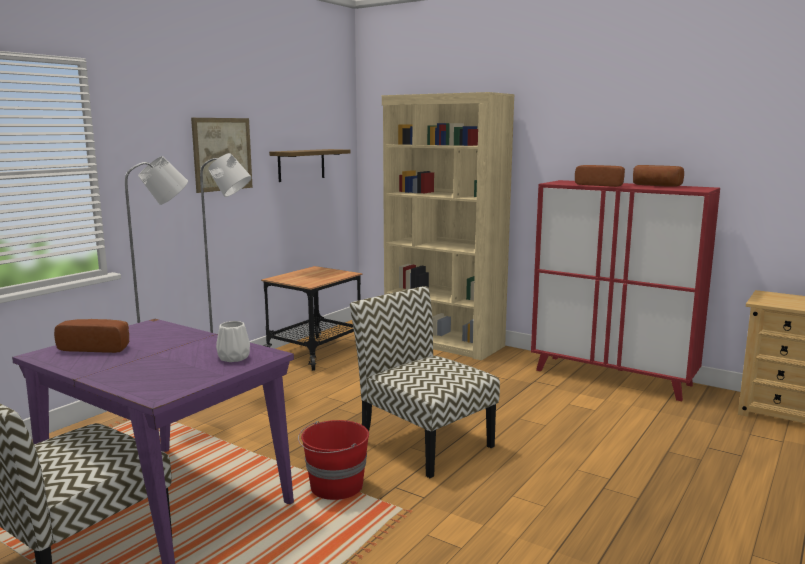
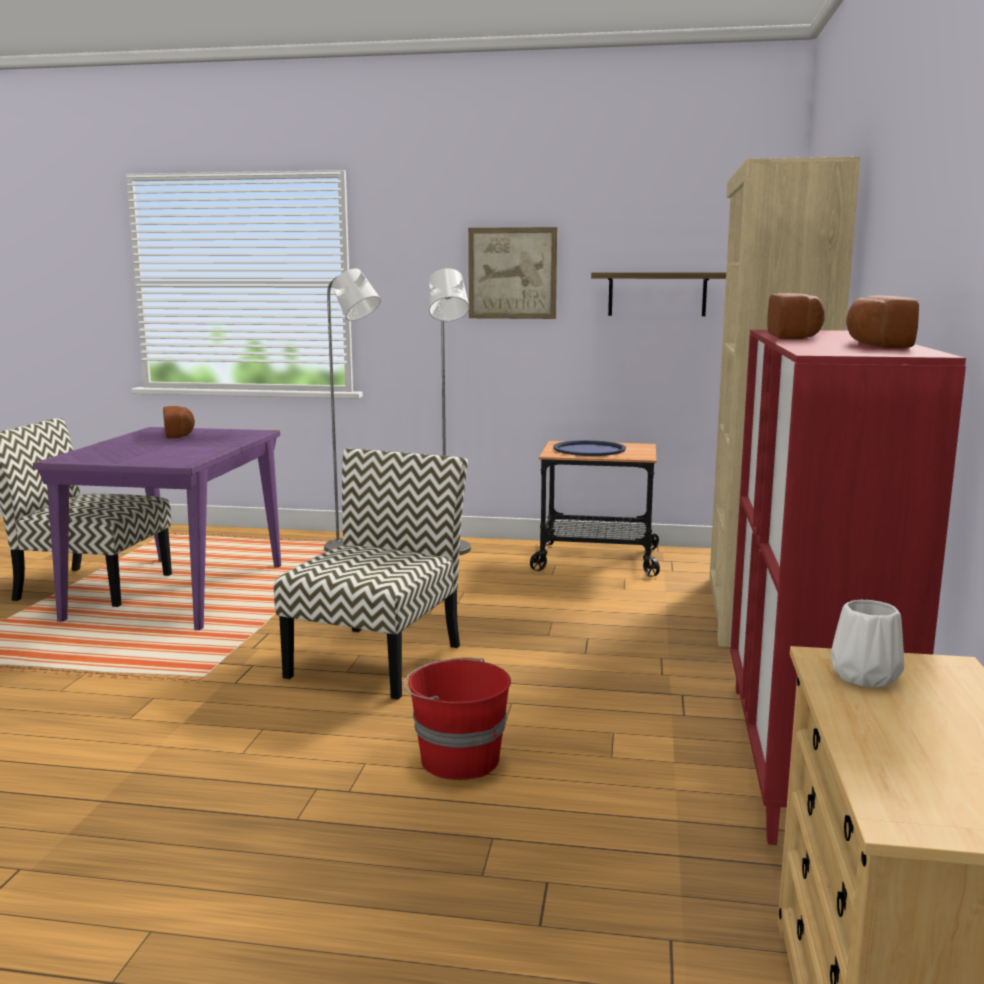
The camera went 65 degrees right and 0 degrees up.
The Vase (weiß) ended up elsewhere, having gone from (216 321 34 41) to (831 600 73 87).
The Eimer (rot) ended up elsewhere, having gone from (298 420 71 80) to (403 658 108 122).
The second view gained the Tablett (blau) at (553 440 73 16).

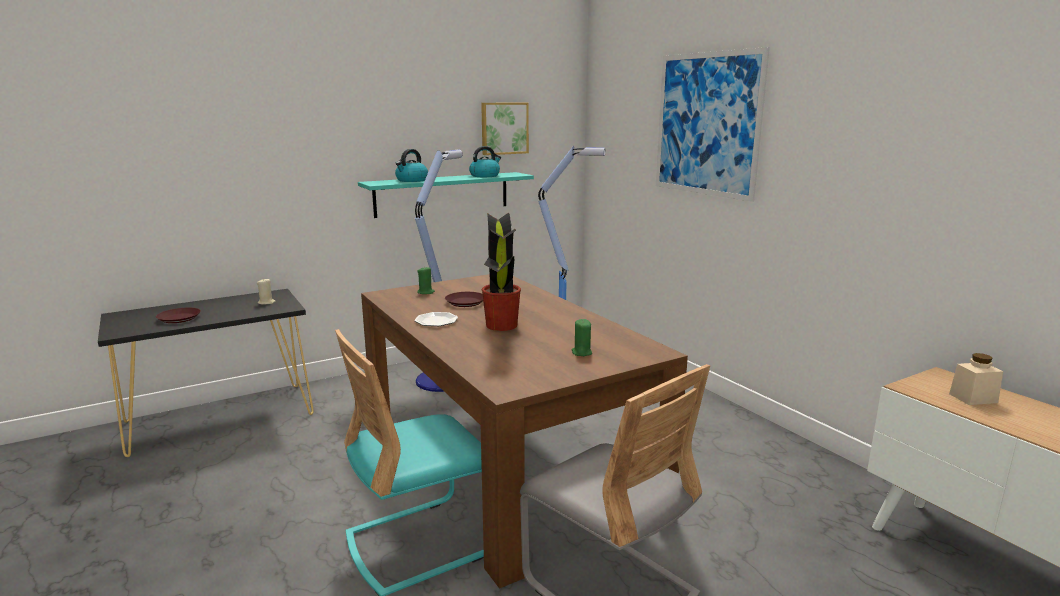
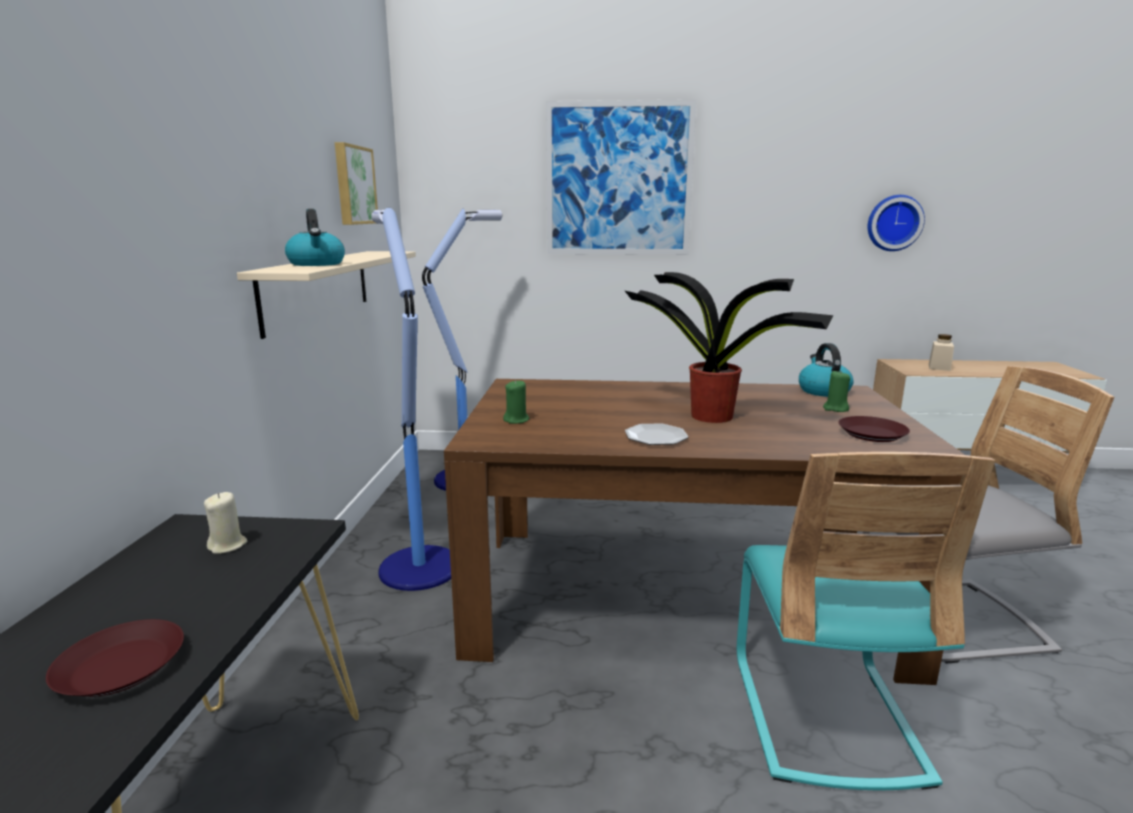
The camera went 55 degrees left and 0 degrees up.
The Wasserkessel ended up elsewhere, having gone from (469 146 32 31) to (799 343 55 54).
What was the Wandregal (türkis) at (358 172 176 46) turned into the Wandregal (beige) at (237 251 179 88).
The Teller (braun) ended up elsewhere, having gone from (445 292 38 15) to (838 416 72 26).
The second view gained the Wanduhr at (868 195 57 56).

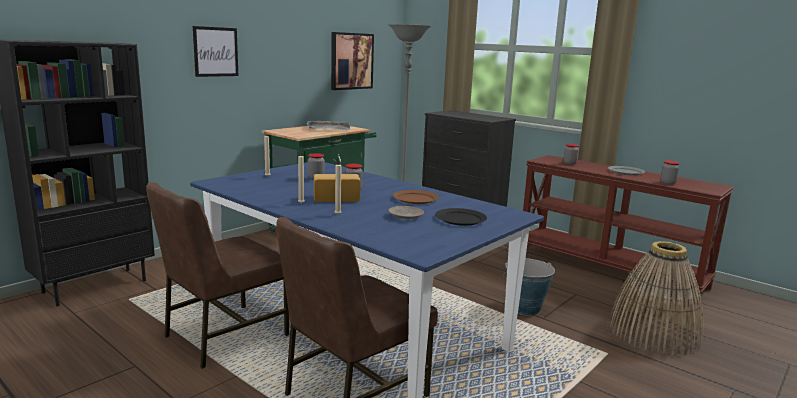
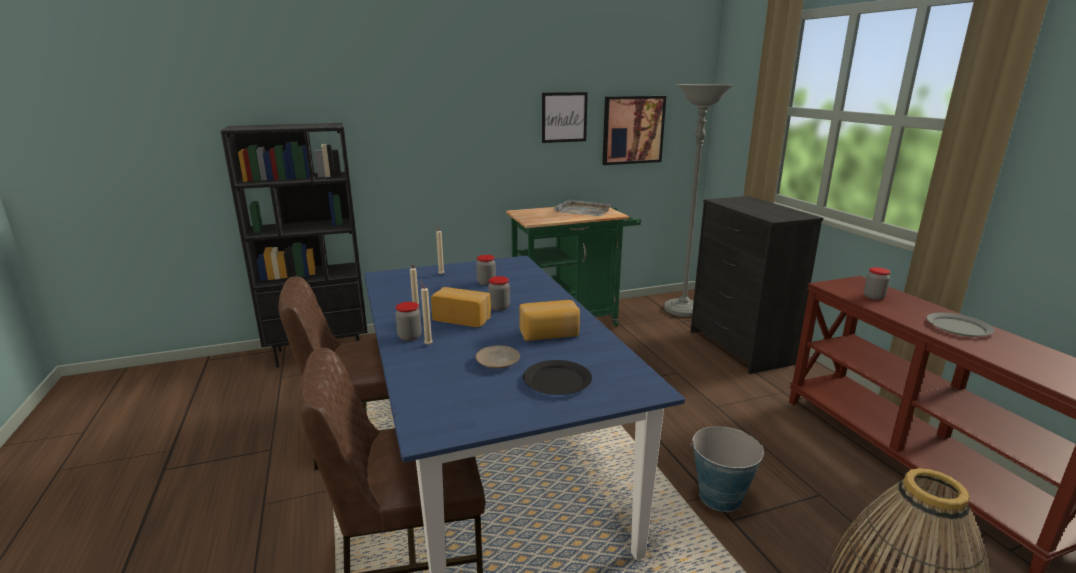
The camera went 30 degrees right and 5 degrees up.
The Bild ended up elsewhere, having gone from (193 26 45 51) to (542 92 46 51).
The Vorratsglas ended up elsewhere, having gone from (660 161 19 24) to (395 302 27 39).
Where the Teller (braun) stood at (393 190 46 14), the Brot came to stand at (519 300 61 41).

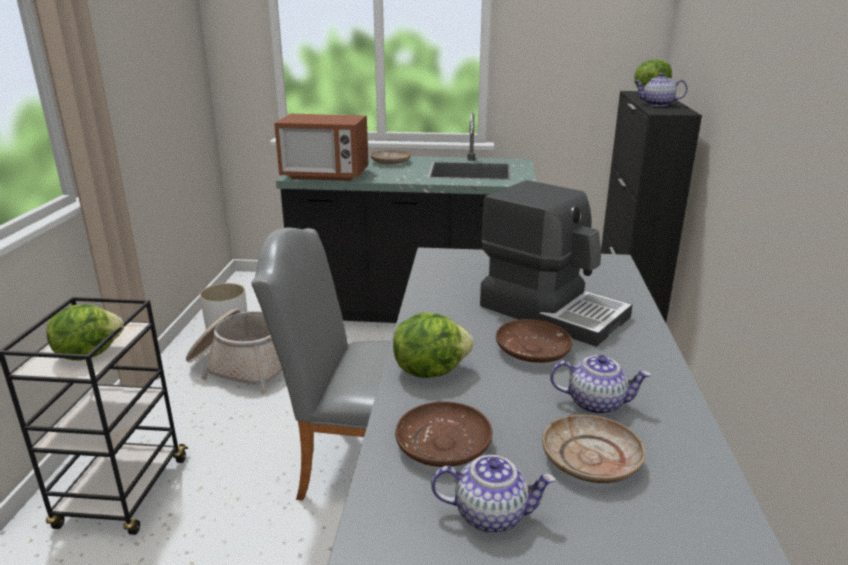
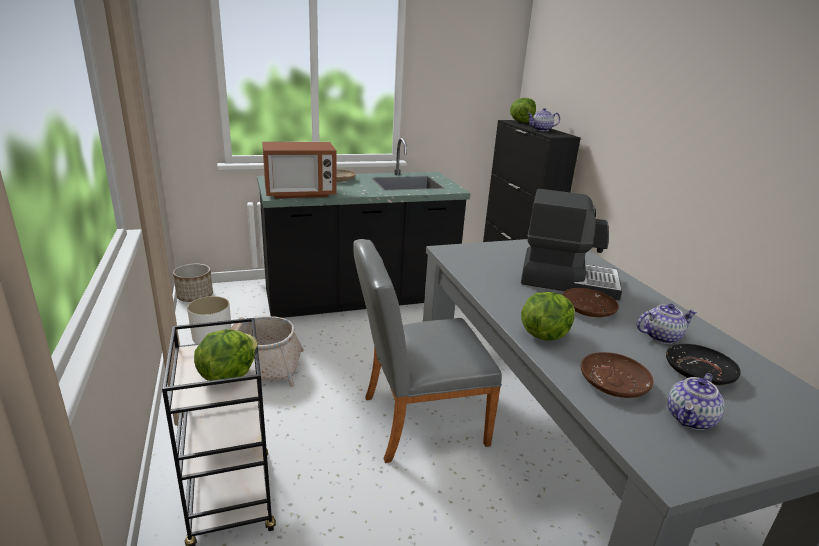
The camera went 25 degrees left and 0 degrees up.
What was the Teller (beige) at (542 415 103 68) turned into the Teller (schwarz) at (666 344 75 41).
The Teekanne at (431 455 125 78) ended up facing another way, 150 degrees clockwise from before.
The second view gained the Pflanzkübel at (173 264 40 38).

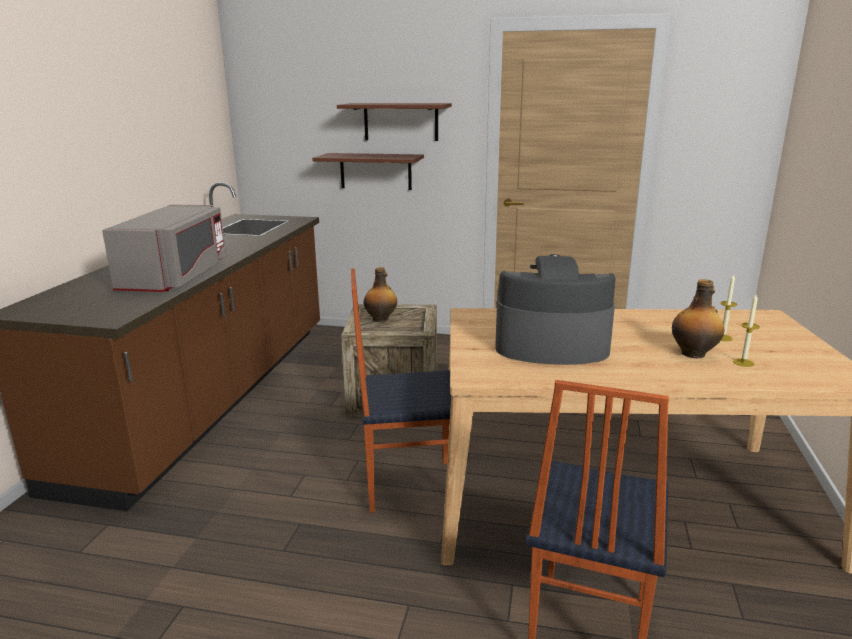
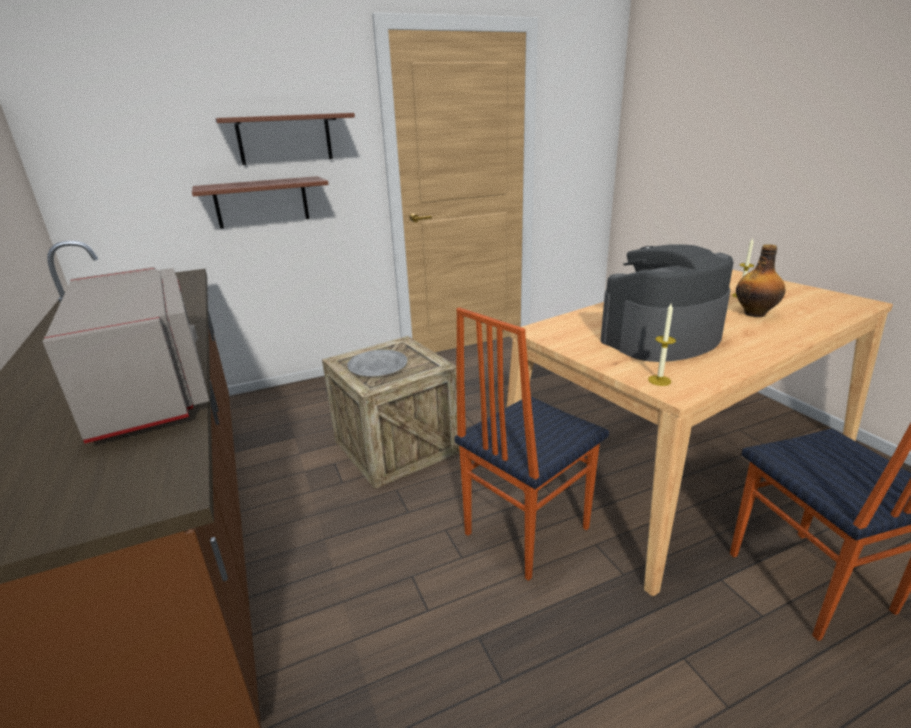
The camera went 35 degrees left and 5 degrees up.
Where the Flasche stood at (364 267 33 55), the Teller (grau) came to stand at (347 350 60 26).
The Kerze ended up elsewhere, having gone from (733 294 27 73) to (648 304 28 82).

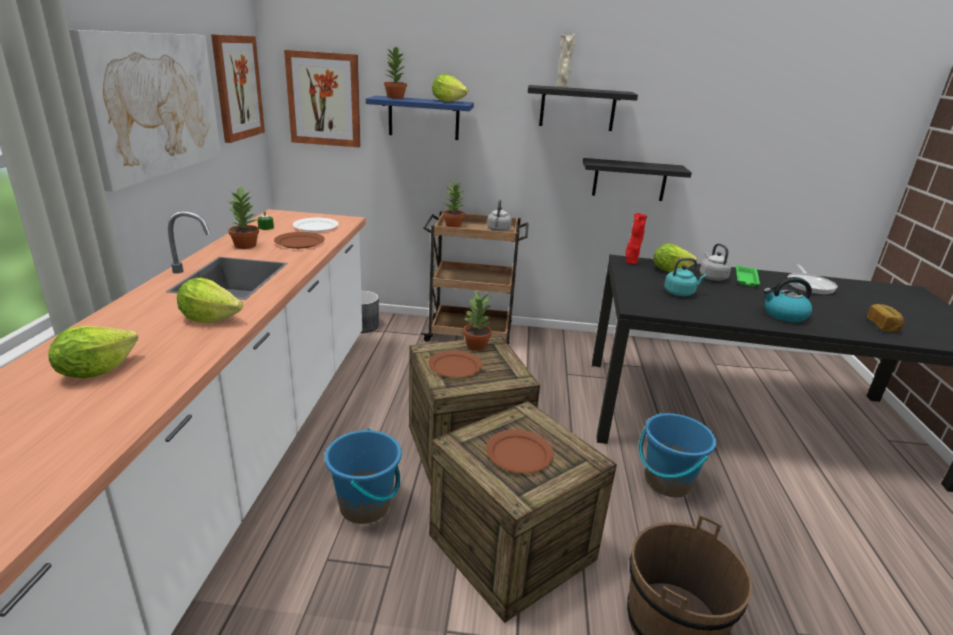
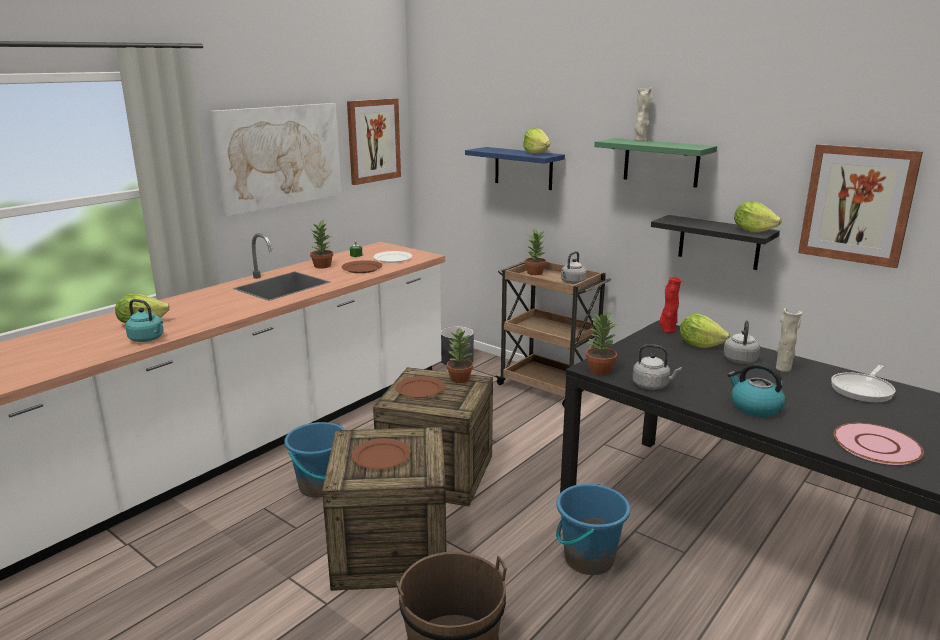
The camera went 35 degrees right and 5 degrees down.
The Topfpflanze ended up elsewhere, having gone from (384 47 23 52) to (586 311 32 64).
The Bild ended up elsewhere, having gone from (284 50 77 97) to (798 144 125 124).
What was the Wandregal (schwarz) at (528 85 110 46) turned into the Wandregal (grün) at (594 138 123 50).
The Wasserkessel (türkis) ended up elsewhere, having gone from (664 258 43 38) to (125 299 39 43).
Where the Tablett (grün) stood at (736 266 24 21), the Vase (beige) came to stand at (776 308 27 64).
The Salatkopf ended up elsewhere, having gone from (177 278 66 45) to (734 201 48 32).
Where the Brot stood at (867 304 37 28), the Teller (rosa) came to stand at (834 423 90 42).
The second view gained the Wasserkessel (grau) at (633 344 49 46).

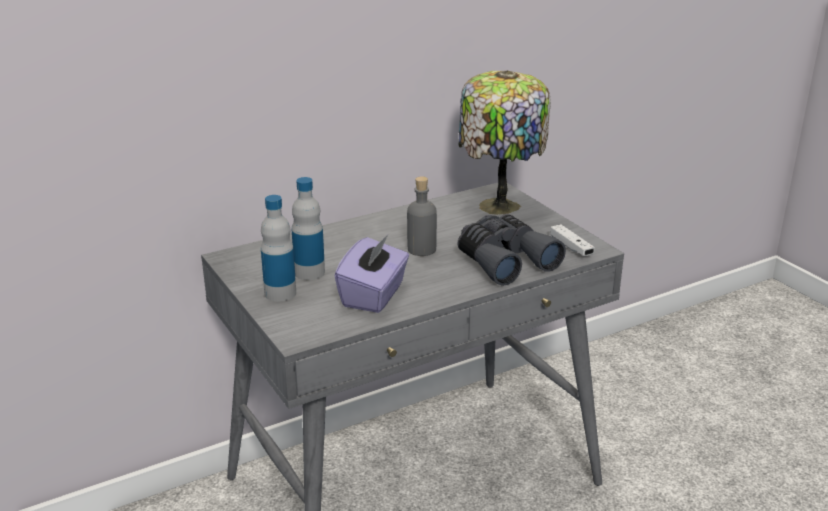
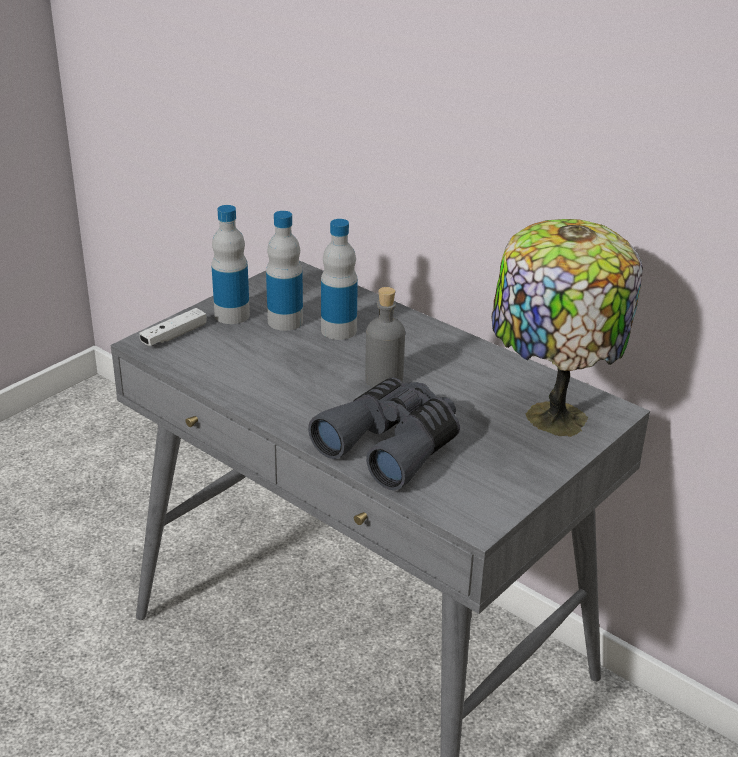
The camera went 70 degrees right and 5 degrees up.
The Gamepad (weiß) ended up elsewhere, having gone from (550 224 45 32) to (140 308 67 38).
The second view lost the Taschentuchbox (lila) at (335 235 74 78).
The second view gained the Flasche at (321 219 37 121).

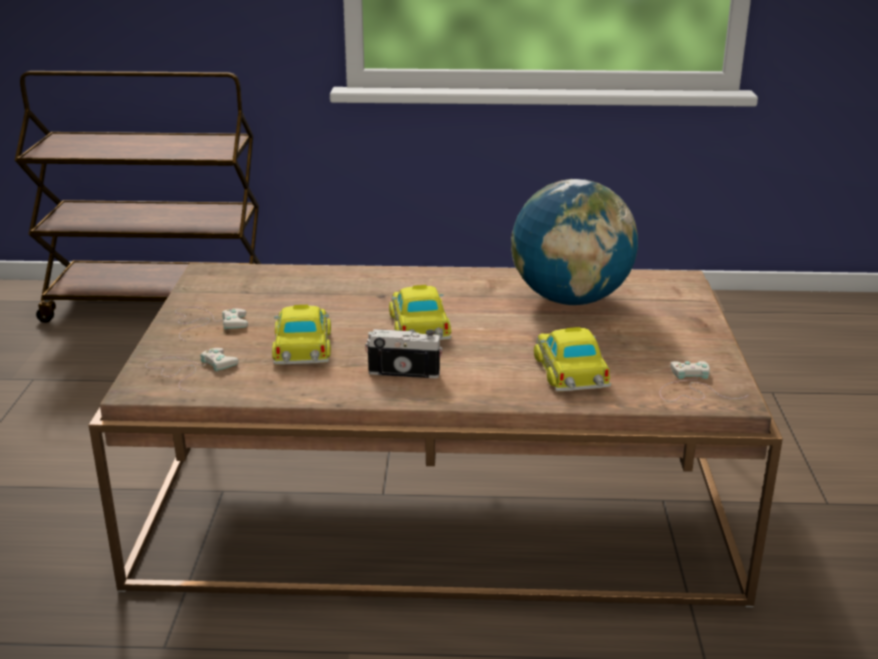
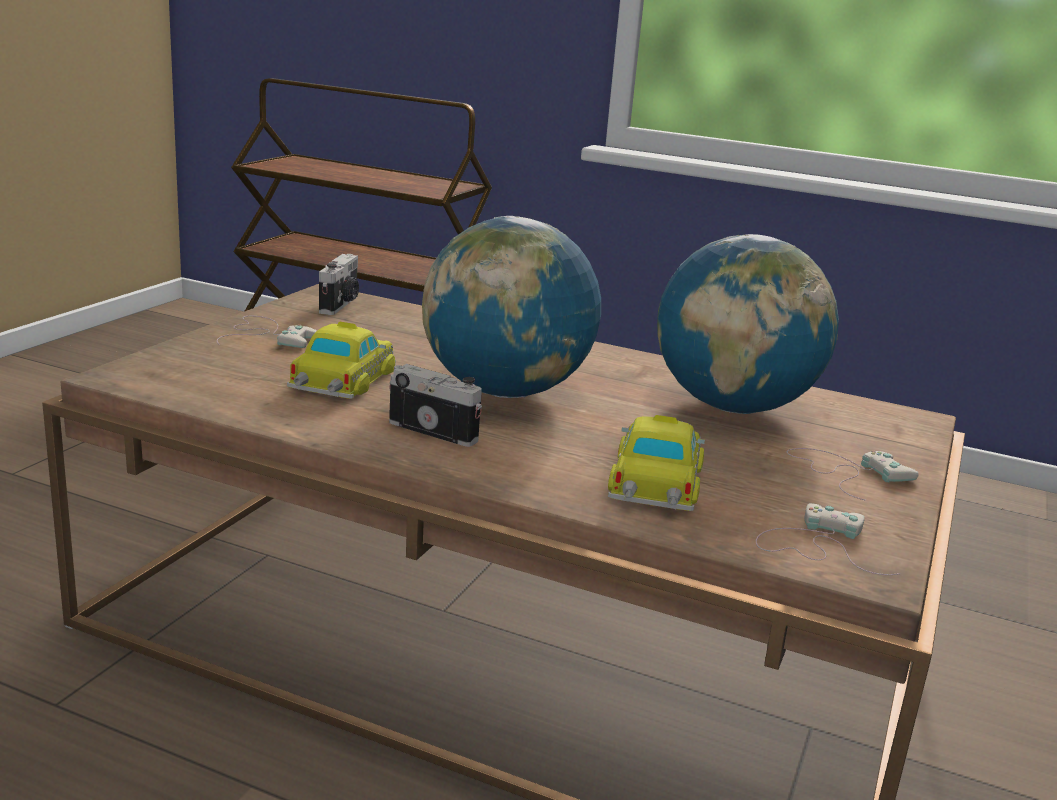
The camera went 20 degrees right and 5 degrees down.
Where the Spielzeugauto stood at (389 285 62 55), the Globus came to stand at (422 216 179 182).
The Gamepad (weiß) ended up elsewhere, having gone from (145 348 94 44) to (787 448 132 53).
The second view gained the Kamera at (319 254 40 61).

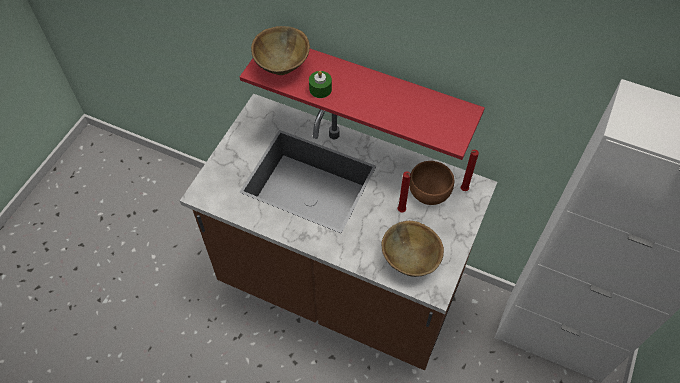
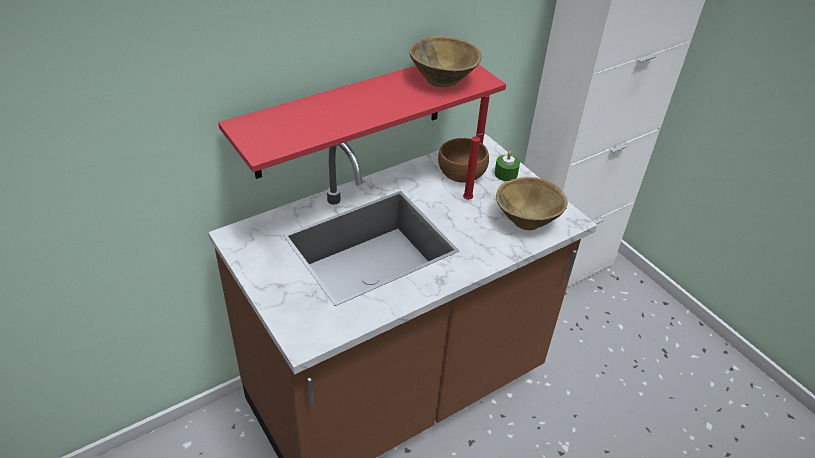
The camera went 60 degrees left and 15 degrees down.
The Schüssel (braun) ended up elsewhere, having gone from (251 26 59 49) to (409 36 72 51).
The Kerze (grün) ended up elsewhere, having gone from (309 71 23 27) to (494 151 26 30).

